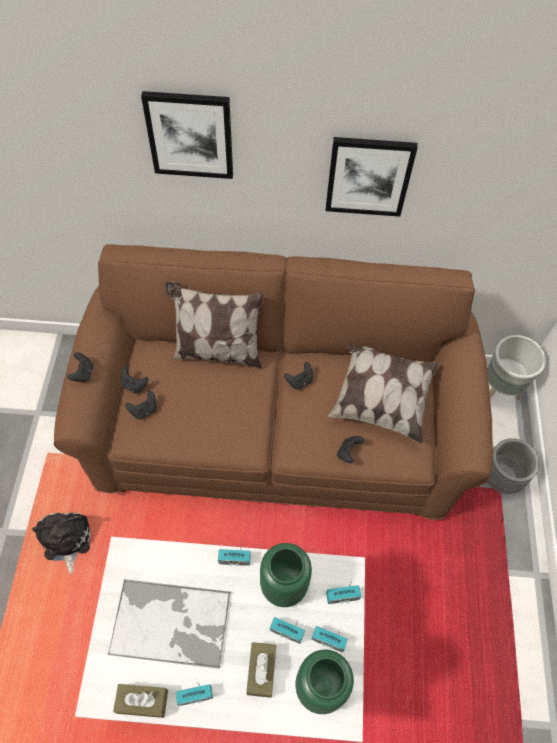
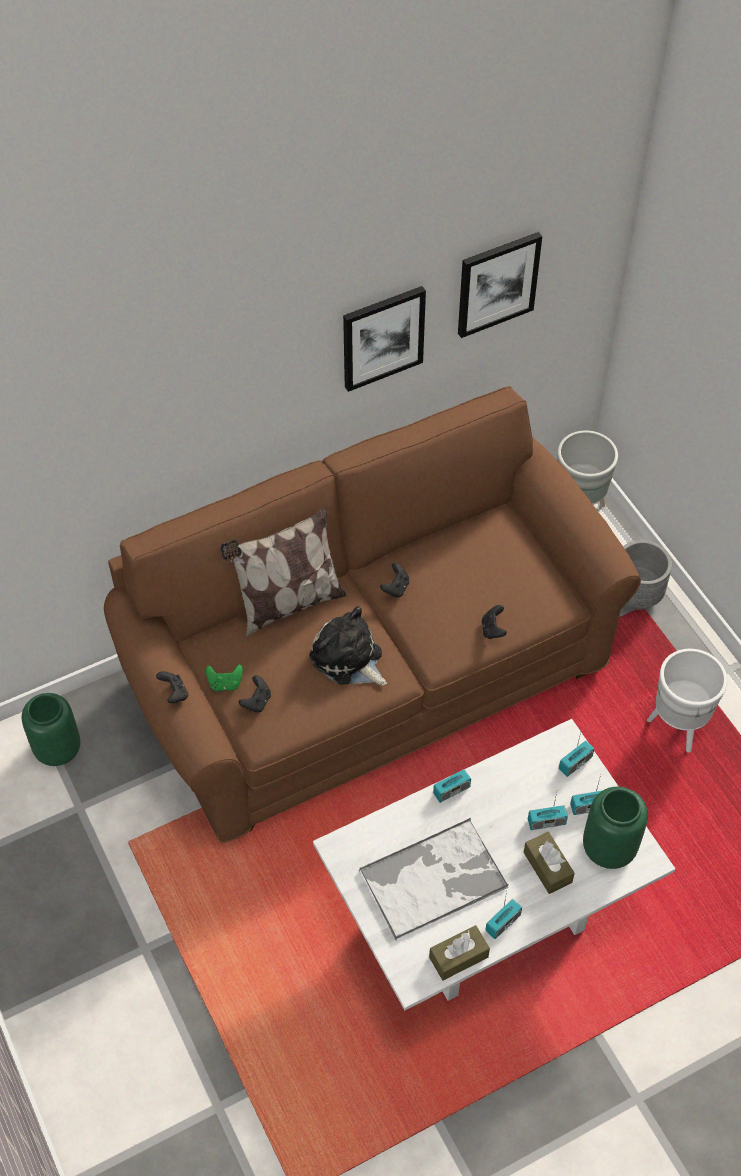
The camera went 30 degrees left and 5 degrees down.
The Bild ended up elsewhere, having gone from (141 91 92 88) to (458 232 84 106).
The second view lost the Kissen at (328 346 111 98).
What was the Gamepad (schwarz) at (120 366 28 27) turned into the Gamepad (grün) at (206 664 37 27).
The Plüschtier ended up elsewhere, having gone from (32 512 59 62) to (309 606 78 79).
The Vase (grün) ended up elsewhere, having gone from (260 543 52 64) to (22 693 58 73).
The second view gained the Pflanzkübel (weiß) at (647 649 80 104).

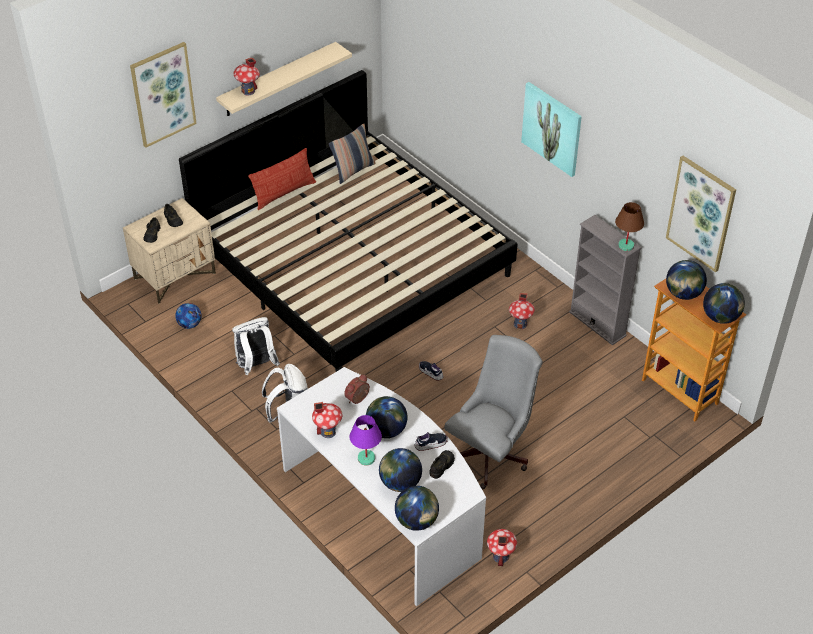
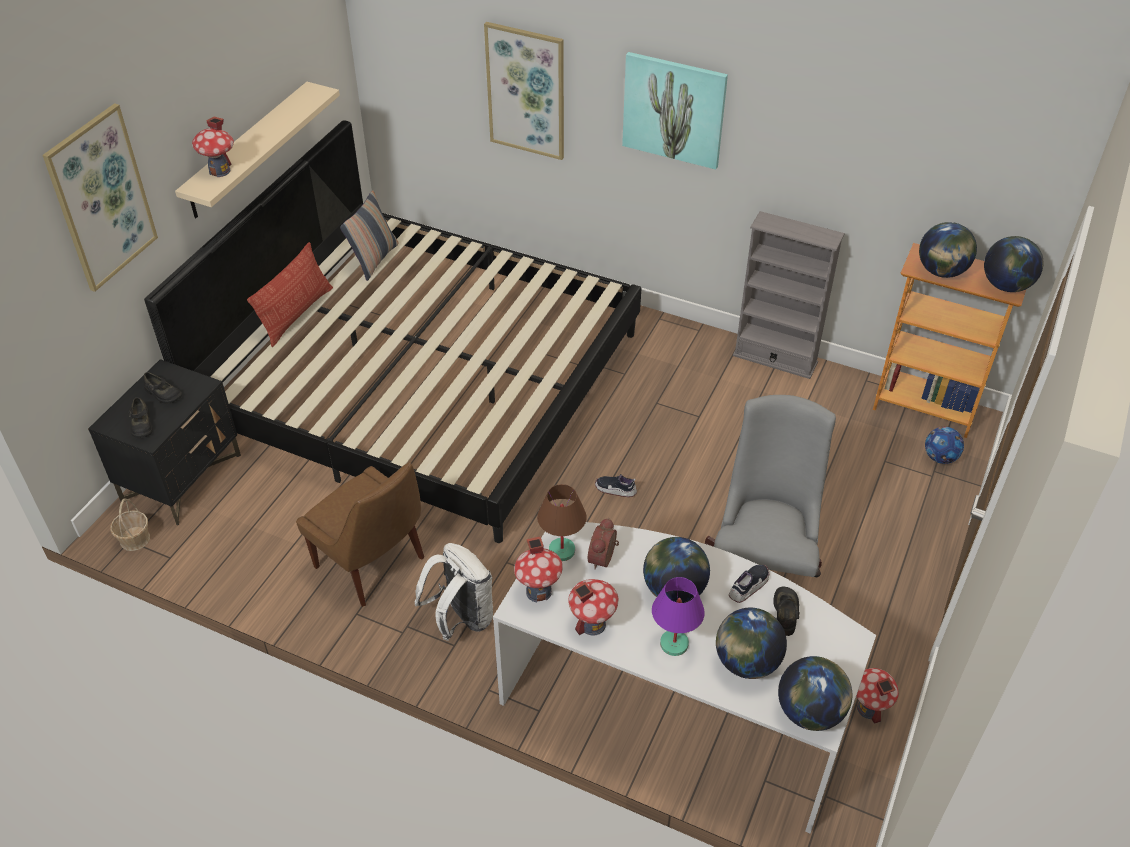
The camera went 25 degrees left and 0 degrees up.
The Bild ended up elsewhere, having gone from (666 156 70 116) to (484 22 80 138).
What was the Nachttisch (beige) at (123 198 93 106) turned into the Nachttisch (schwarz) at (88 359 153 166).
The Tischlampe (braun) ended up elsewhere, having gone from (615 202 29 49) to (537 484 50 77).
The Spielzeughaus ended up elsewhere, having gone from (509 293 26 36) to (514 536 49 66).
The Fußball ended up elsewhere, having gone from (175 303 26 26) to (925 427 39 37).
Where the Rucksack (weiß) stood at (232 317 48 58), the Stuhl (braun) came to stand at (296 462 128 145).
The second view gained the Korb at (111 499 39 52).

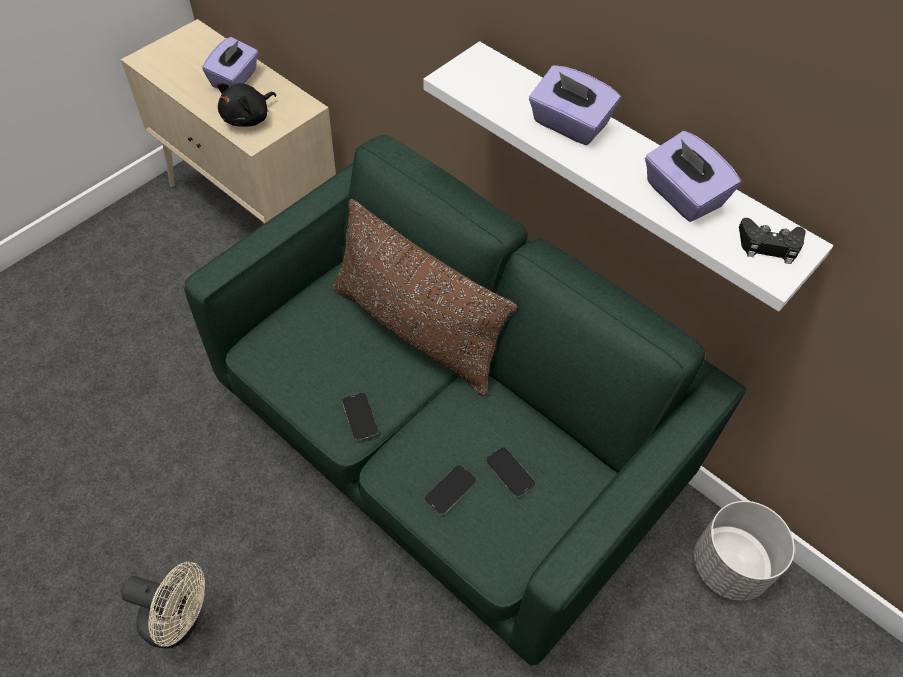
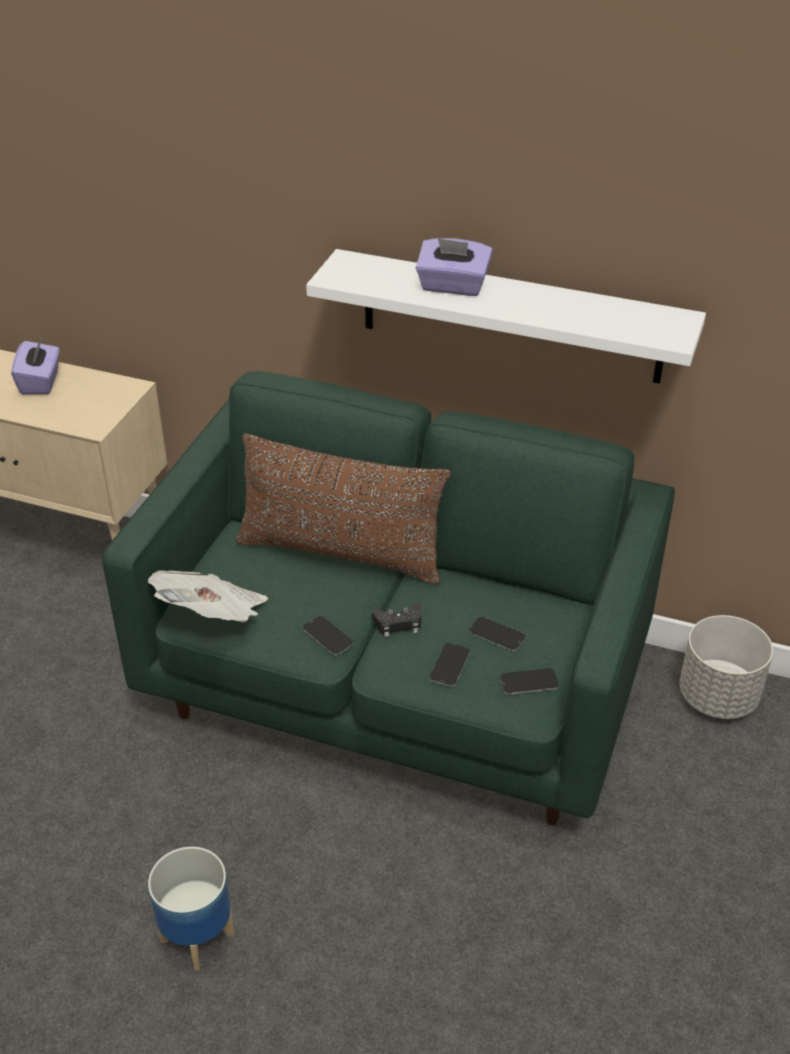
The camera went 20 degrees left and 15 degrees down.
The second view lost the Plüschtier (schwarz) at (217 83 59 44).
The second view lost the Taschentuchbox (lila) at (645 131 96 91).
The Gamepad (schwarz) ended up elsewhere, having gone from (739 218 67 46) to (372 603 49 34).
Where the Ventilator (beige) stood at (121 562 84 86), the Pflanzkübel came to stand at (148 847 86 124).
The second view gained the Zeitung at (148 570 120 52).
The second view gained the Handy at (500 668 59 27).

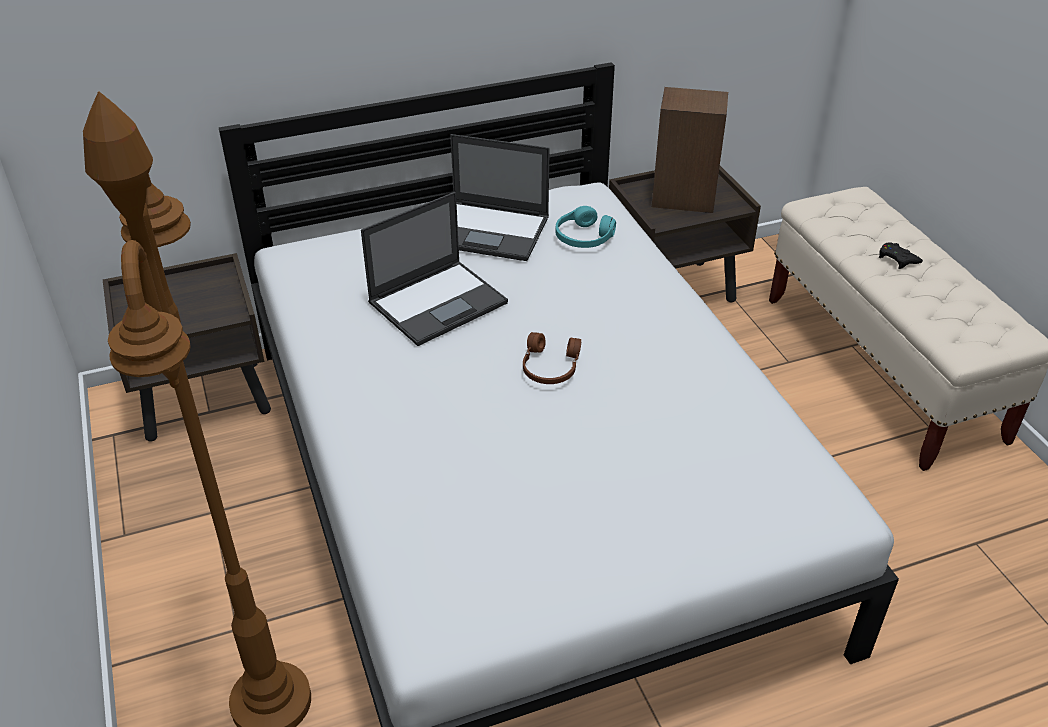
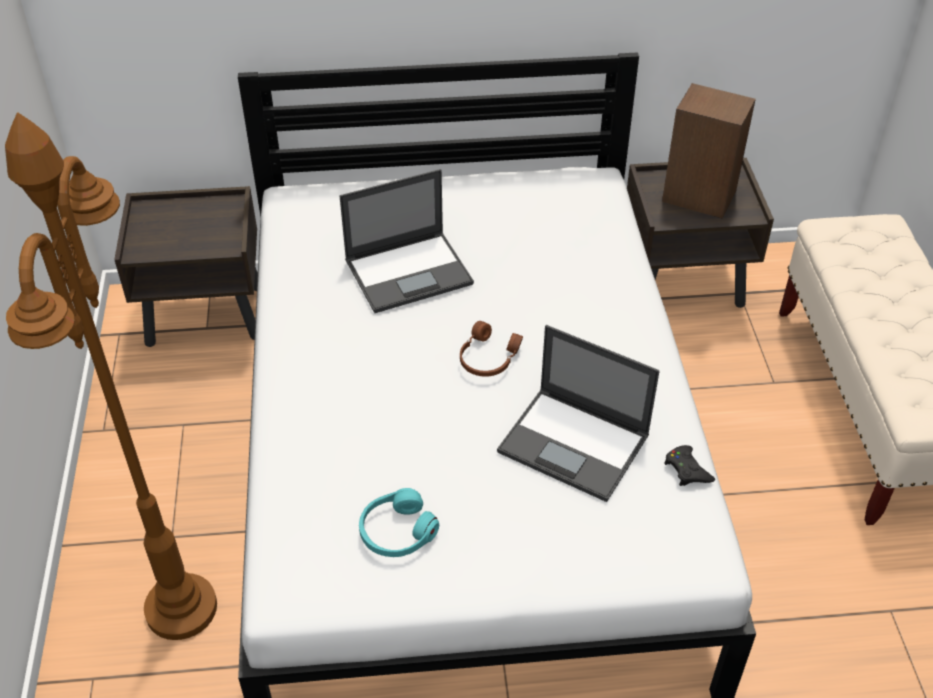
The camera went 15 degrees right and 5 degrees up.
The Laptop ended up elsewhere, having gone from (450 134 100 127) to (497 325 163 177).
The Kopfhörer (türkis) ended up elsewhere, having gone from (555 206 61 42) to (359 488 80 69).
The Gamepad (schwarz) ended up elsewhere, having gone from (879 242 44 27) to (664 445 51 41).

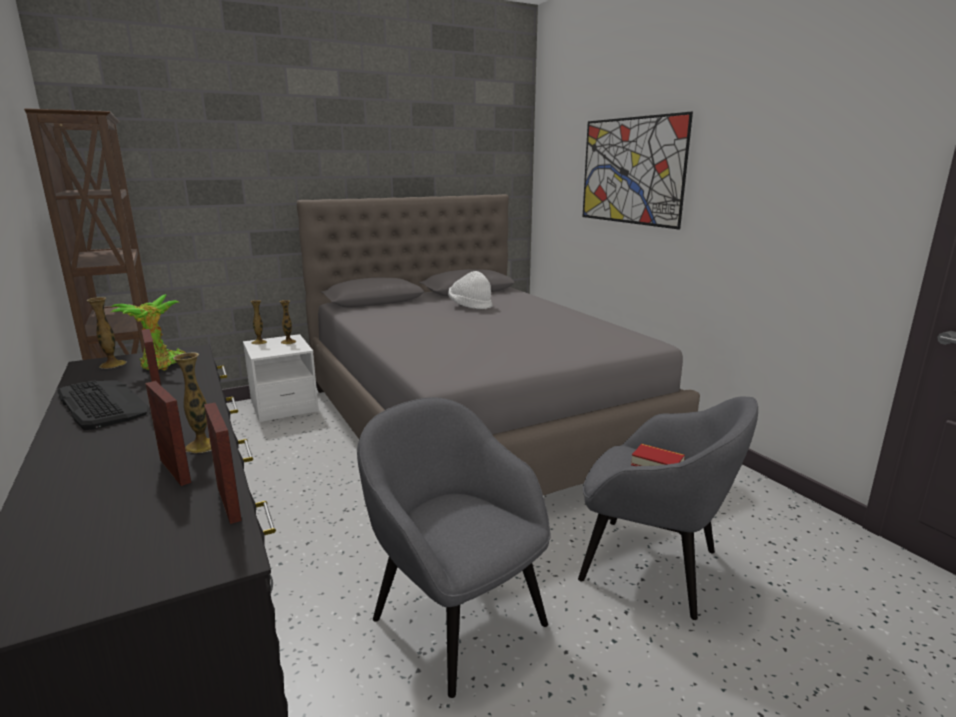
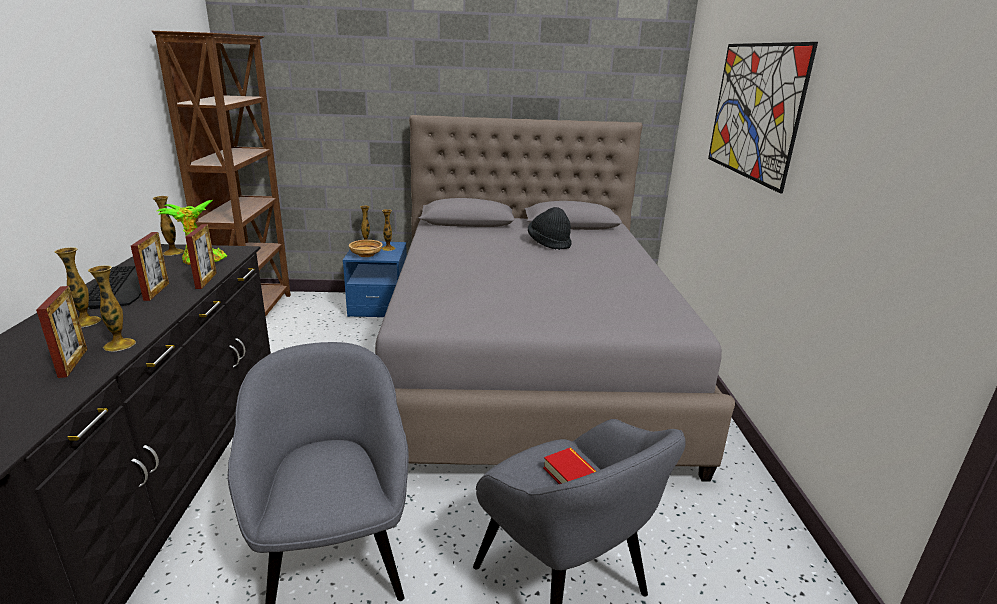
The camera went 25 degrees right and 5 degrees up.
What was the Hut (weiß) at (448 271 45 39) turned into the Hut (schwarz) at (528 207 44 43).
What was the Nachttisch (weiß) at (243 334 76 88) turned into the Nachttisch (blau) at (343 242 64 75).
The Bilderrahmen ended up elsewhere, having gone from (204 403 38 121) to (185 224 32 65).
The second view gained the Schüssel (beige) at (349 240 34 17).
The second view gained the Vase at (54 247 47 80).

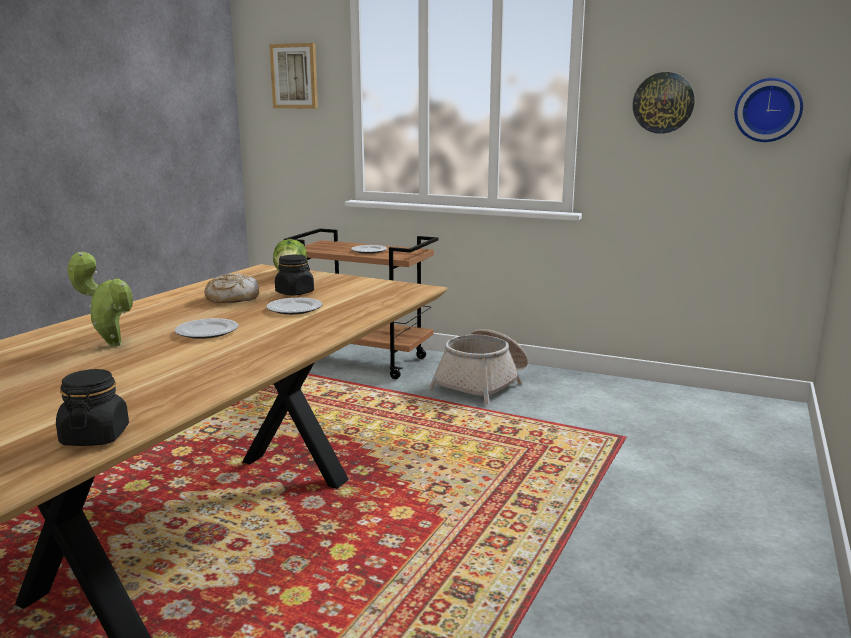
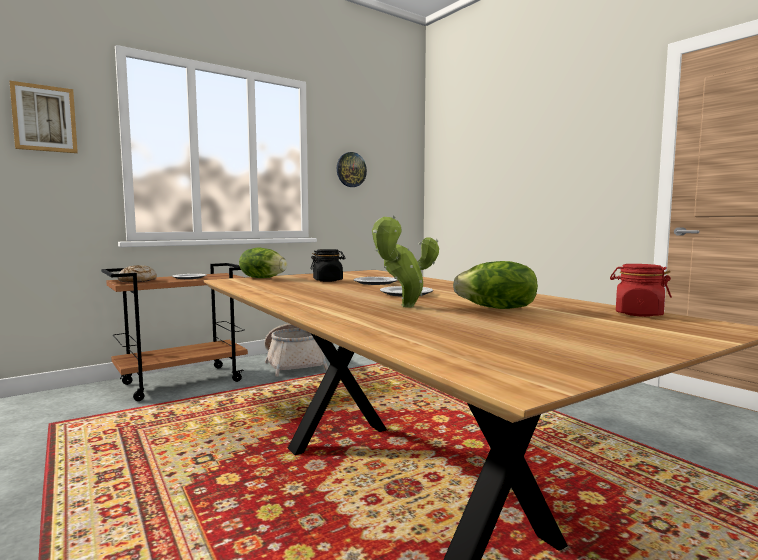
The camera went 60 degrees left and 10 degrees down.
The second view lost the Wanduhr at (735 78 68 64).
The Brot ended up elsewhere, having gone from (205 273 54 30) to (118 265 39 17).
What was the Vorratsglas (schwarz) at (56 369 73 77) turned into the Vorratsglas (rot) at (610 264 62 53).
The second view gained the Salatkopf at (453 261 85 48).

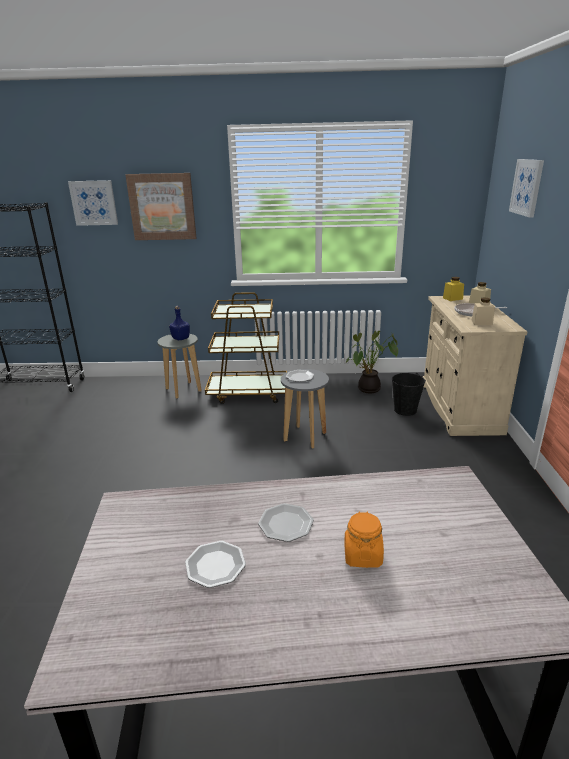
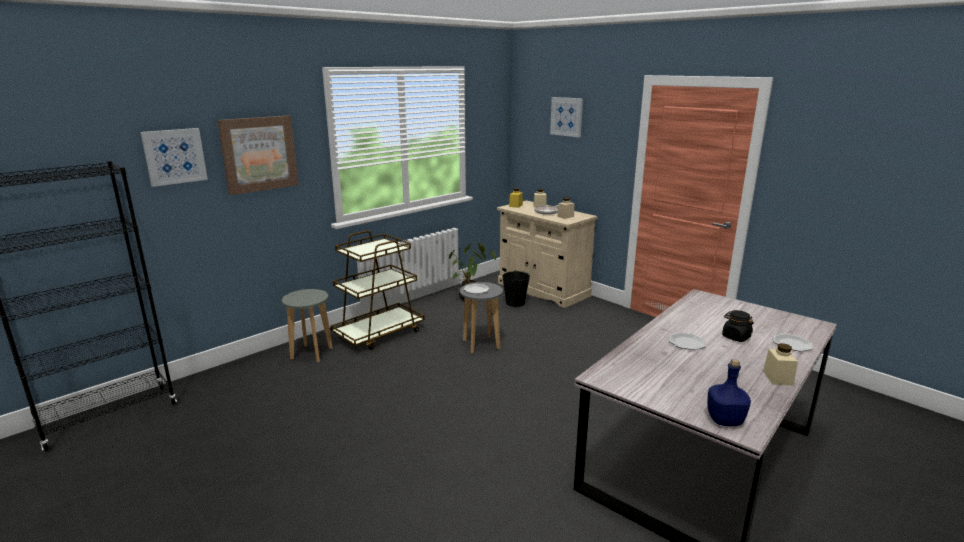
The camera went 45 degrees left and 5 degrees down.
The Flasche (blau) ended up elsewhere, having gone from (169 306 21 34) to (707 359 44 67).
What was the Vorratsglas (orange) at (344 511 40 57) turned into the Vorratsglas (schwarz) at (722 310 32 32).
The Teller ended up elsewhere, having gone from (185 541 61 47) to (773 334 40 18).
The second view gained the Vorratsglas (beige) at (763 343 35 43).

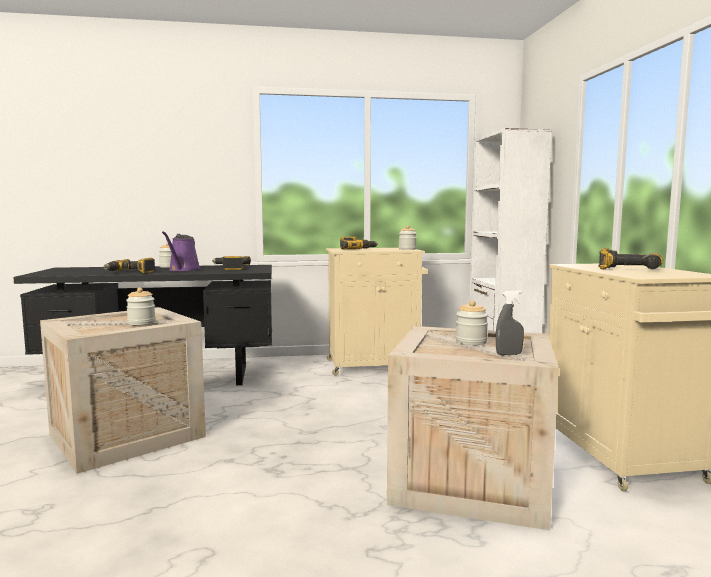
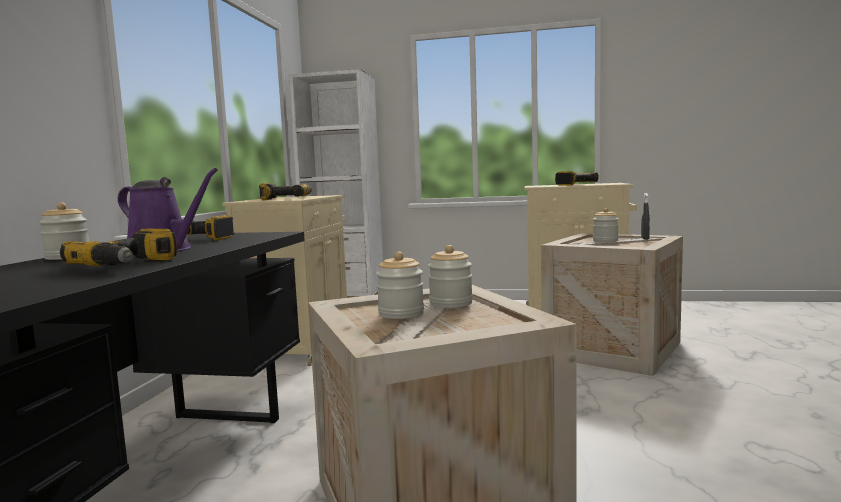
The camera went 70 degrees left and 0 degrees up.
The Vorratsglas ended up elsewhere, having gone from (399 225 18 25) to (376 252 48 67).

